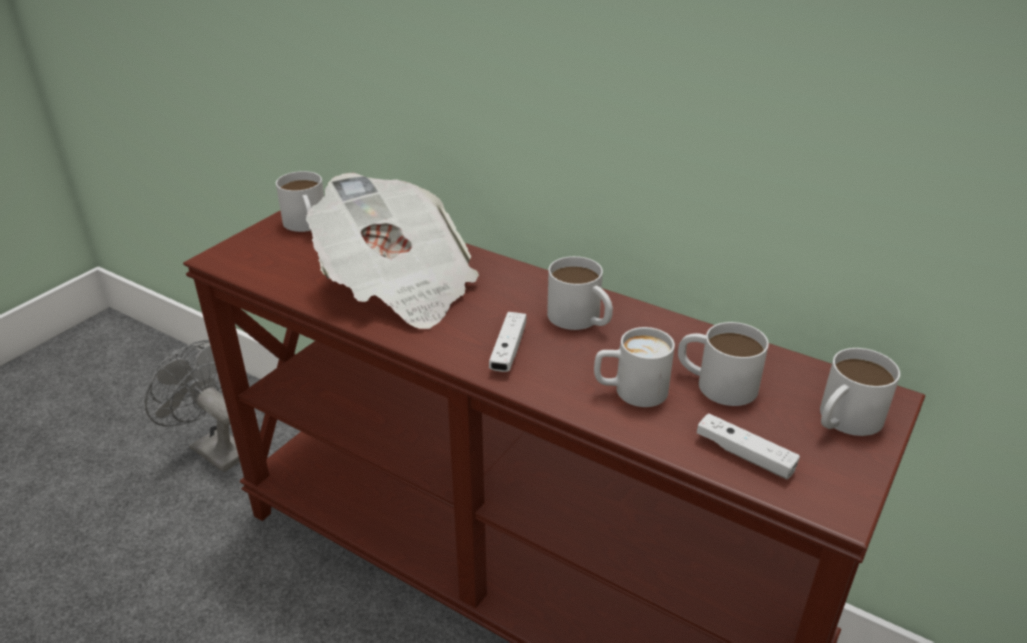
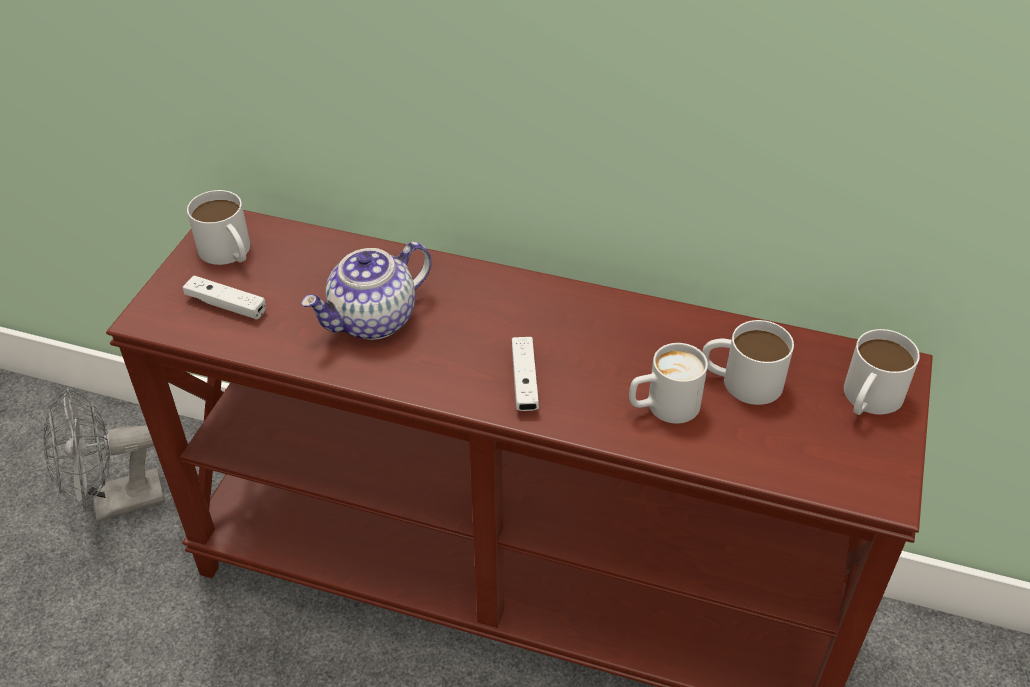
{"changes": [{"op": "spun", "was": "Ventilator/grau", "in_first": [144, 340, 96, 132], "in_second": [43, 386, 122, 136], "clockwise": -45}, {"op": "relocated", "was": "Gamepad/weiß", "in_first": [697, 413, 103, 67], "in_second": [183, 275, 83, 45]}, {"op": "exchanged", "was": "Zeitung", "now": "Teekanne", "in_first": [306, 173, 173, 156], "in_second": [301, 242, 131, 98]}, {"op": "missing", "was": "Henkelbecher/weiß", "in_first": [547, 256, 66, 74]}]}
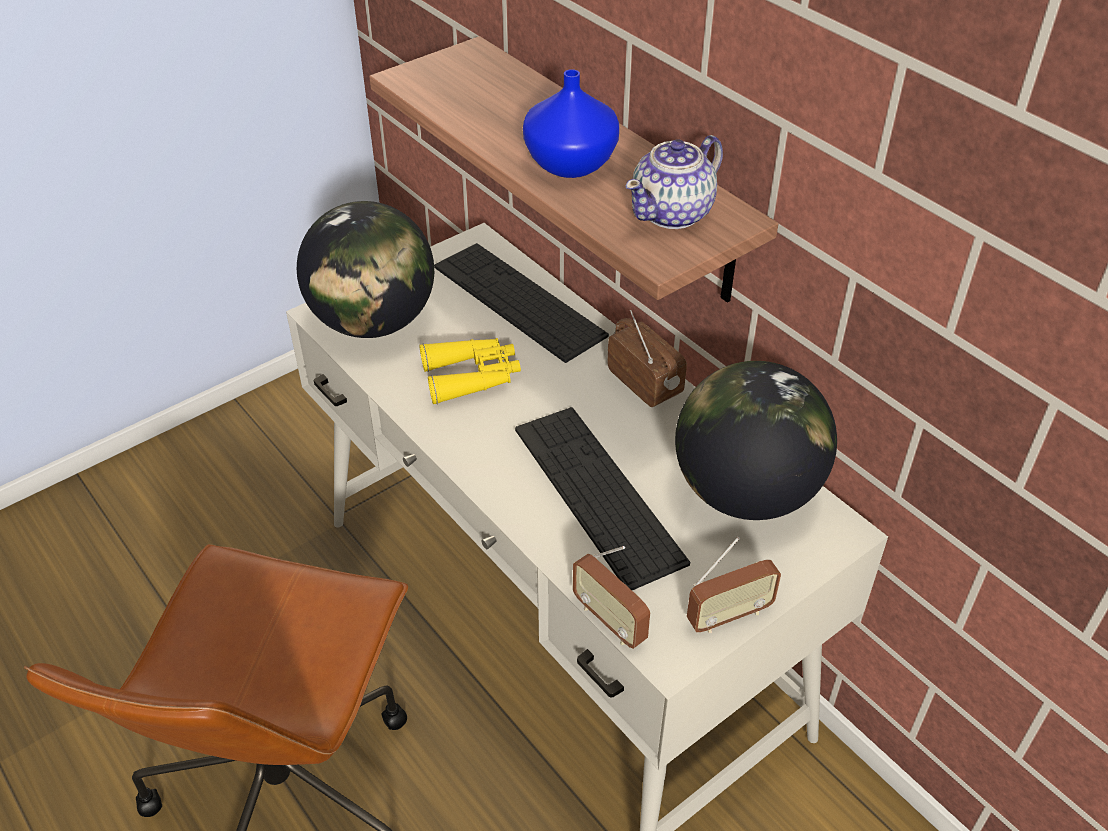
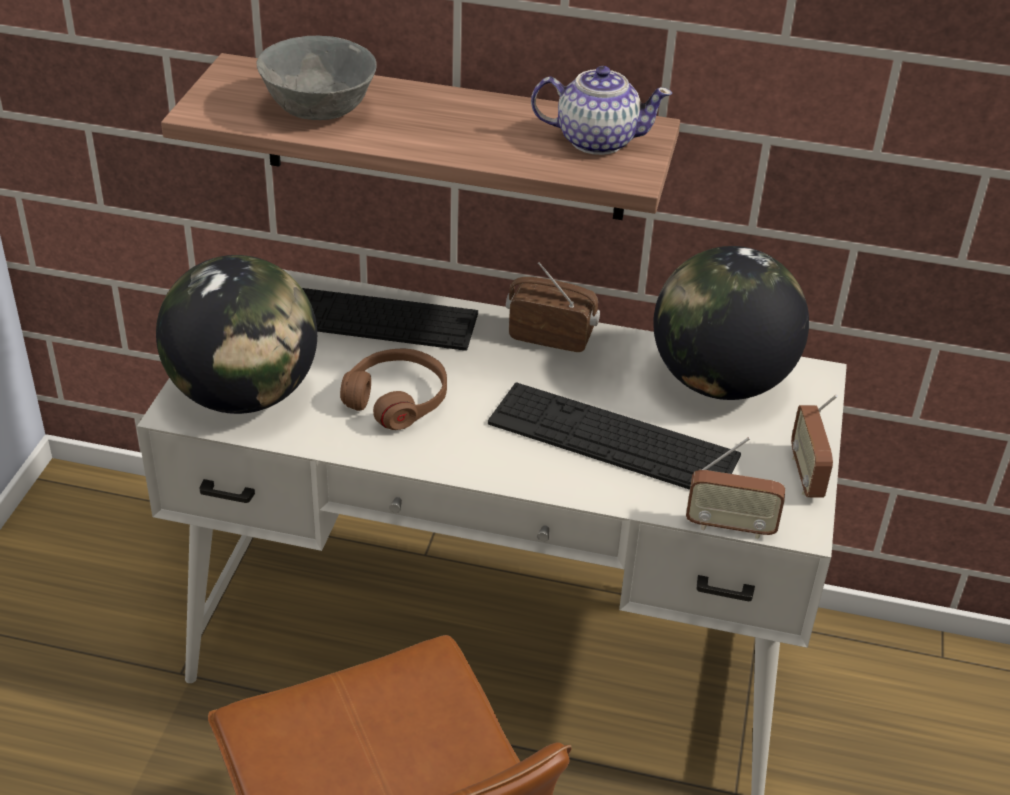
{"changes": [{"op": "appeared", "now": "Schüssel/grau", "in_second": [257, 36, 120, 84]}, {"op": "exchanged", "was": "Fernglas/gelb", "now": "Kopfhörer/braun", "in_first": [419, 338, 102, 66], "in_second": [340, 349, 107, 81]}, {"op": "spun", "was": "Teekanne", "in_first": [626, 135, 97, 94], "in_second": [531, 66, 141, 89], "clockwise": -90}, {"op": "spun", "was": "Radio", "in_first": [687, 537, 94, 96], "in_second": [791, 395, 47, 102], "clockwise": 150}, {"op": "missing", "was": "Vase/blau", "in_first": [523, 69, 96, 109]}]}
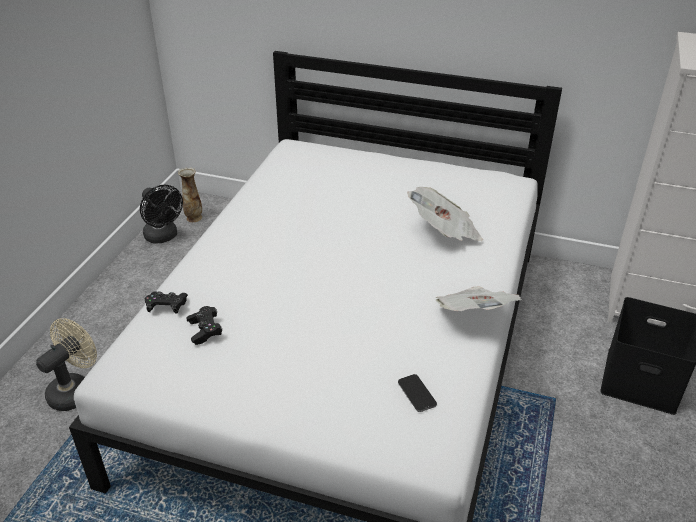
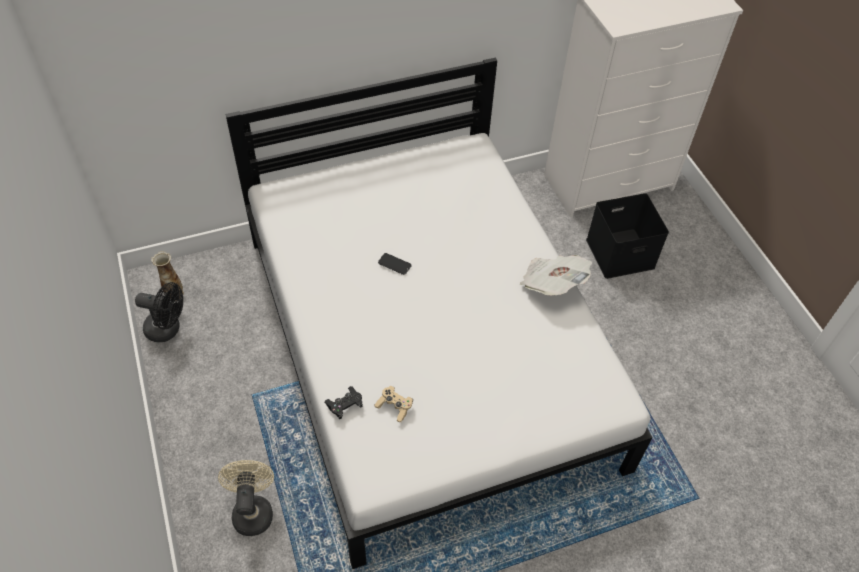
{"changes": [{"op": "colour", "was": "Gamepad/schwarz", "now": "Gamepad/beige", "in_first": [186, 306, 36, 39], "in_second": [374, 386, 39, 36]}, {"op": "relocated", "was": "Handy", "in_first": [398, 374, 39, 38], "in_second": [378, 253, 34, 22]}, {"op": "missing", "was": "Zeitung", "in_first": [407, 187, 76, 54]}]}
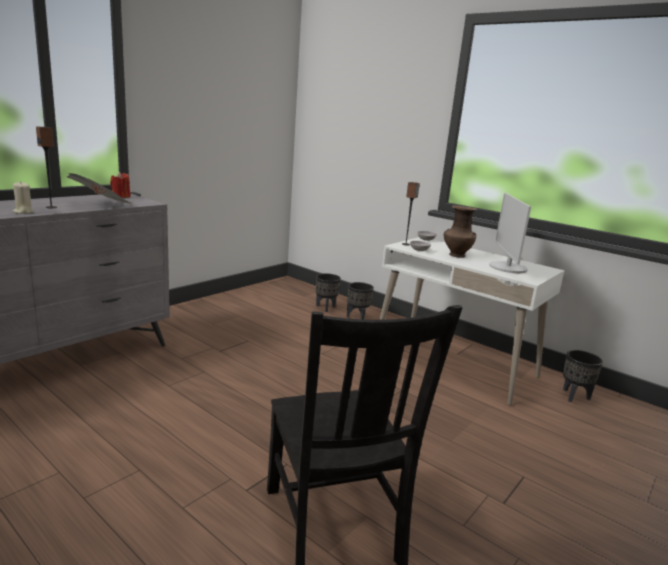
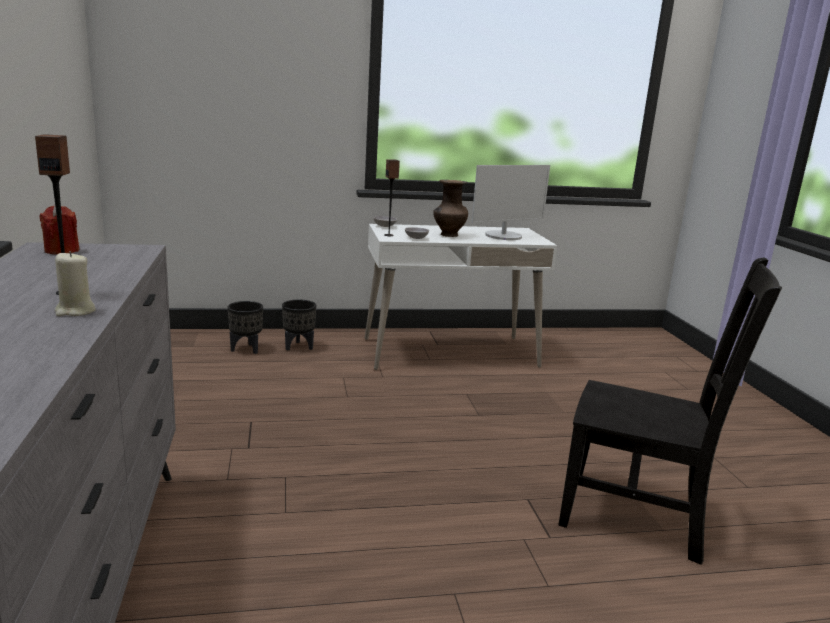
{"changes": [{"op": "spun", "was": "Monitor", "in_first": [489, 193, 42, 80], "in_second": [472, 165, 78, 75], "clockwise": -75}, {"op": "missing", "was": "Zeitung", "in_first": [67, 173, 64, 30]}, {"op": "missing", "was": "Pflanzkübel/schwarz", "in_first": [563, 350, 40, 52]}]}
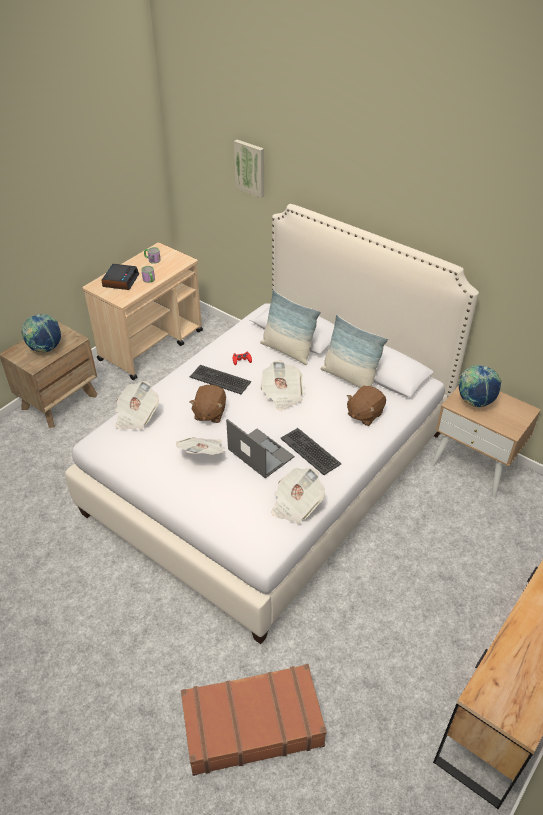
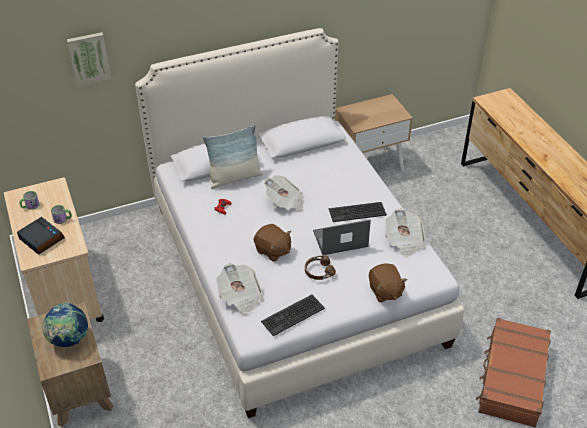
{"changes": [{"op": "relocated", "was": "Tastatur", "in_first": [190, 365, 61, 29], "in_second": [261, 294, 64, 42]}, {"op": "exchanged", "was": "Zeitung", "now": "Kopfhörer/braun", "in_first": [176, 437, 49, 18], "in_second": [305, 255, 31, 25]}, {"op": "relocated", "was": "Plüschtier/braun", "in_first": [347, 386, 39, 40], "in_second": [369, 263, 38, 39]}, {"op": "missing", "was": "Kissen", "in_first": [320, 315, 68, 73]}, {"op": "missing", "was": "Globus", "in_first": [459, 365, 43, 43]}]}
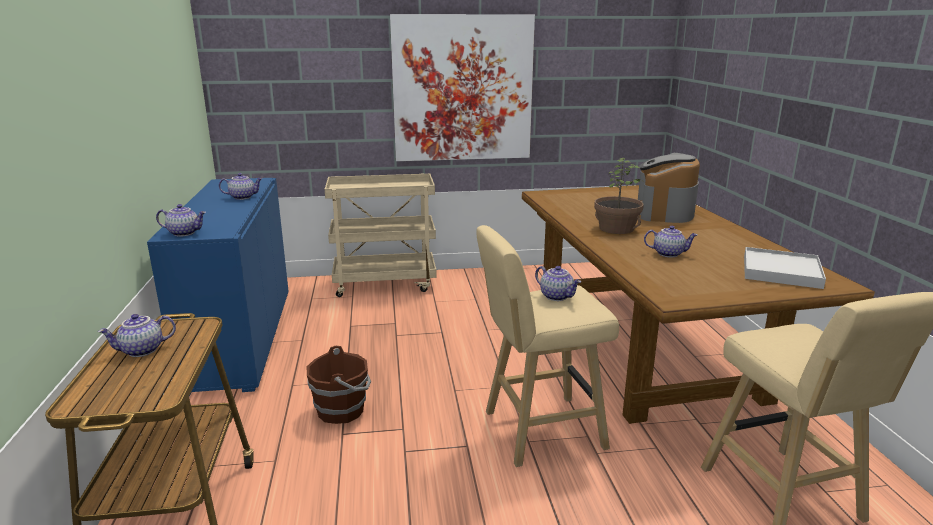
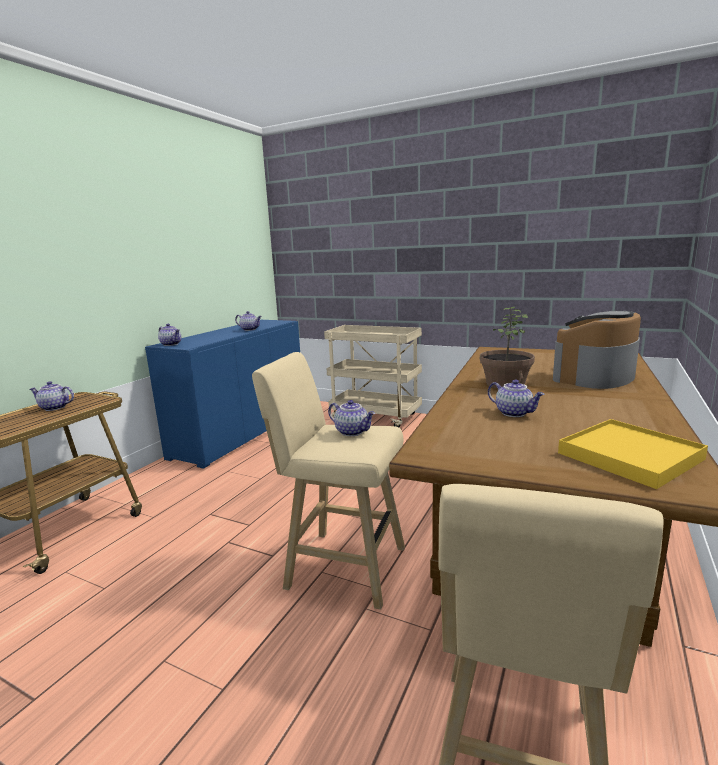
{"changes": [{"op": "spun", "was": "Teekanne", "in_first": [535, 266, 46, 35], "in_second": [328, 400, 47, 36], "clockwise": -45}, {"op": "colour", "was": "Tablett/weiß", "now": "Tablett/gelb", "in_first": [744, 247, 82, 42], "in_second": [558, 419, 150, 70]}, {"op": "missing", "was": "Eimer/braun", "in_first": [307, 346, 64, 78]}, {"op": "missing", "was": "Bild", "in_first": [390, 14, 145, 147]}]}
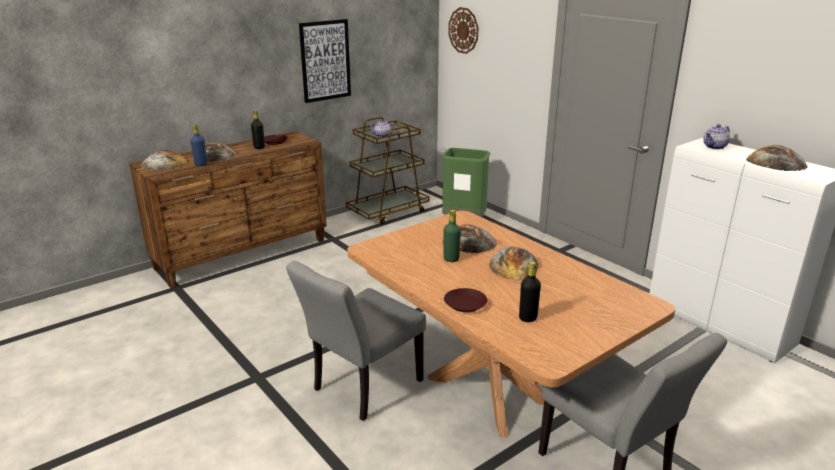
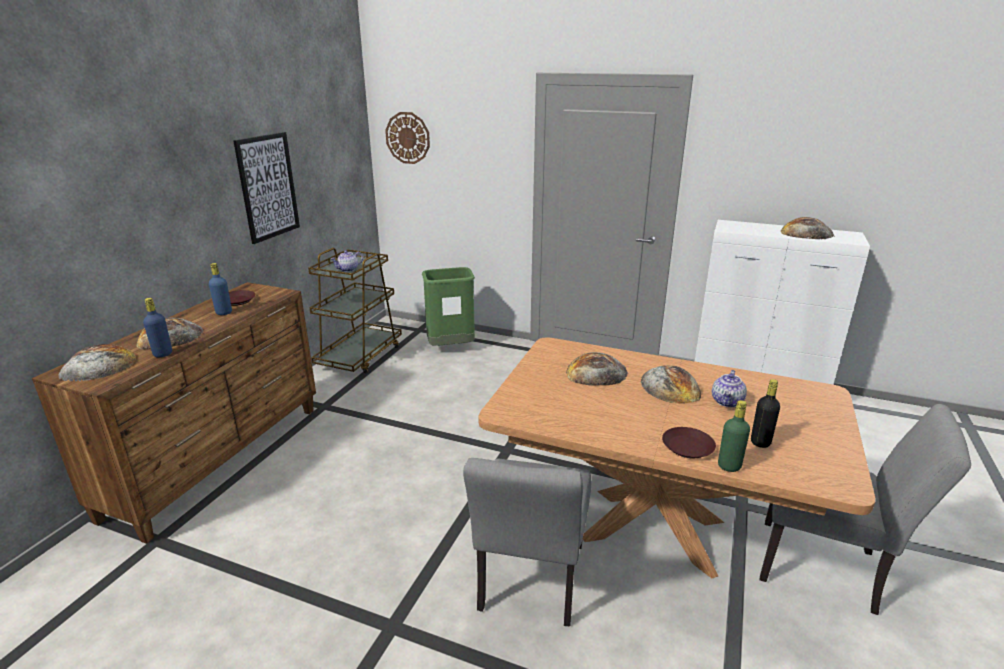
{"changes": [{"op": "colour", "was": "Flasche/schwarz", "now": "Flasche/blau", "in_first": [251, 110, 14, 39], "in_second": [209, 263, 23, 52]}, {"op": "relocated", "was": "Teekanne", "in_first": [703, 124, 27, 26], "in_second": [712, 370, 35, 37]}, {"op": "relocated", "was": "Flasche/grün", "in_first": [444, 210, 17, 52], "in_second": [718, 400, 32, 72]}]}
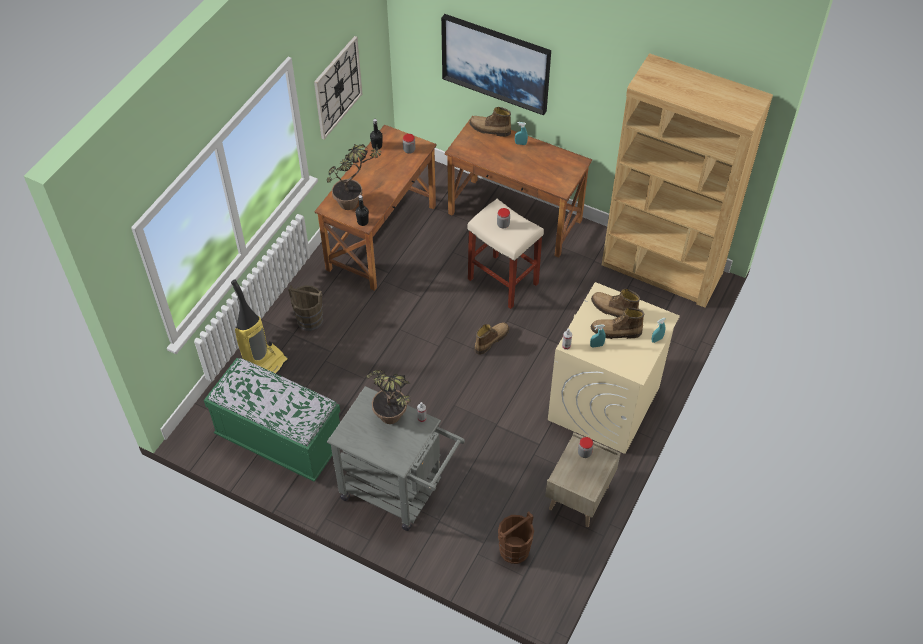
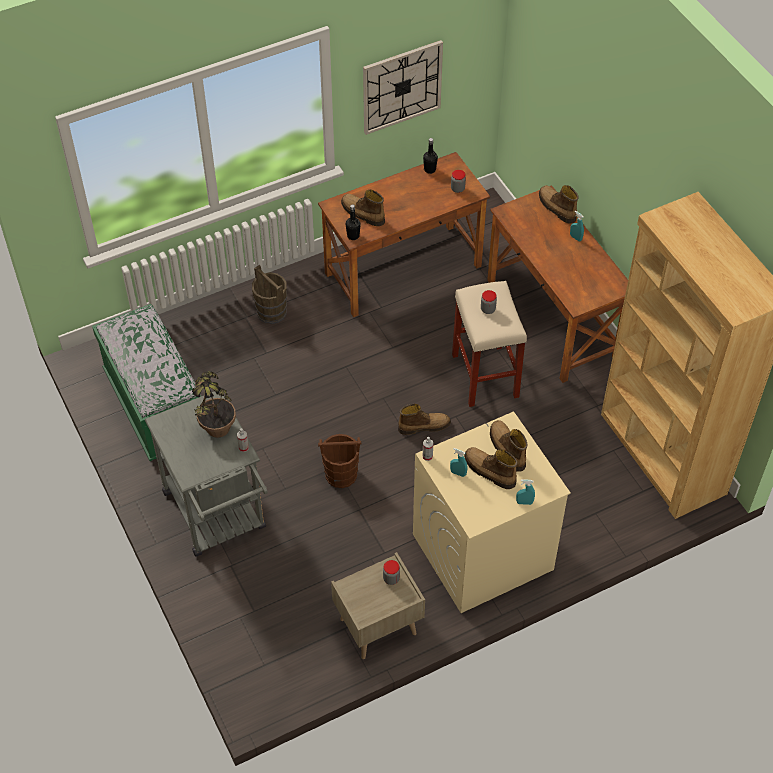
{"changes": [{"op": "relocated", "was": "Eimer/braun", "in_first": [498, 512, 36, 52], "in_second": [318, 434, 43, 54]}, {"op": "exchanged", "was": "Topfpflanze", "now": "Stiefel", "in_first": [327, 144, 54, 66], "in_second": [341, 190, 44, 36]}, {"op": "missing", "was": "Staubsauger", "in_first": [231, 279, 58, 95]}, {"op": "missing", "was": "Bild", "in_first": [441, 14, 110, 101]}]}
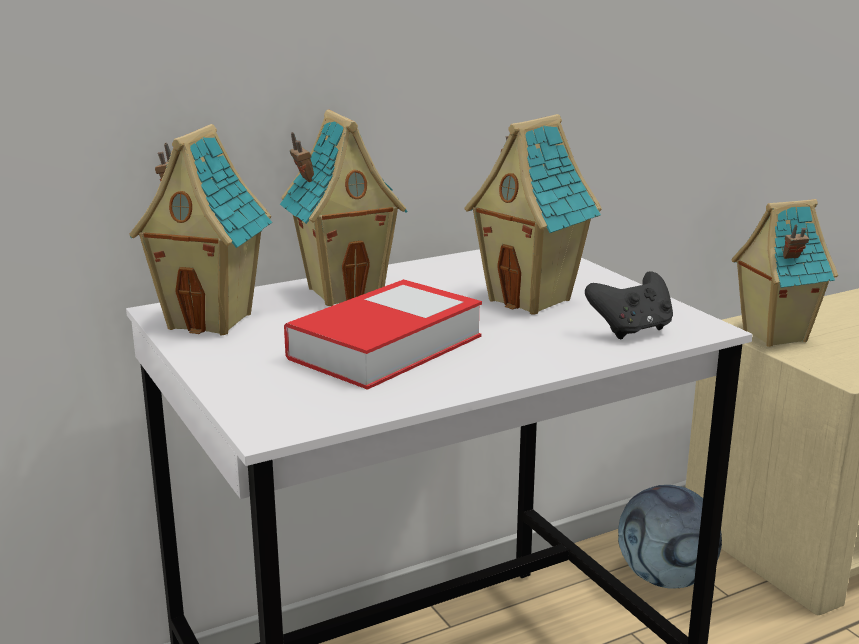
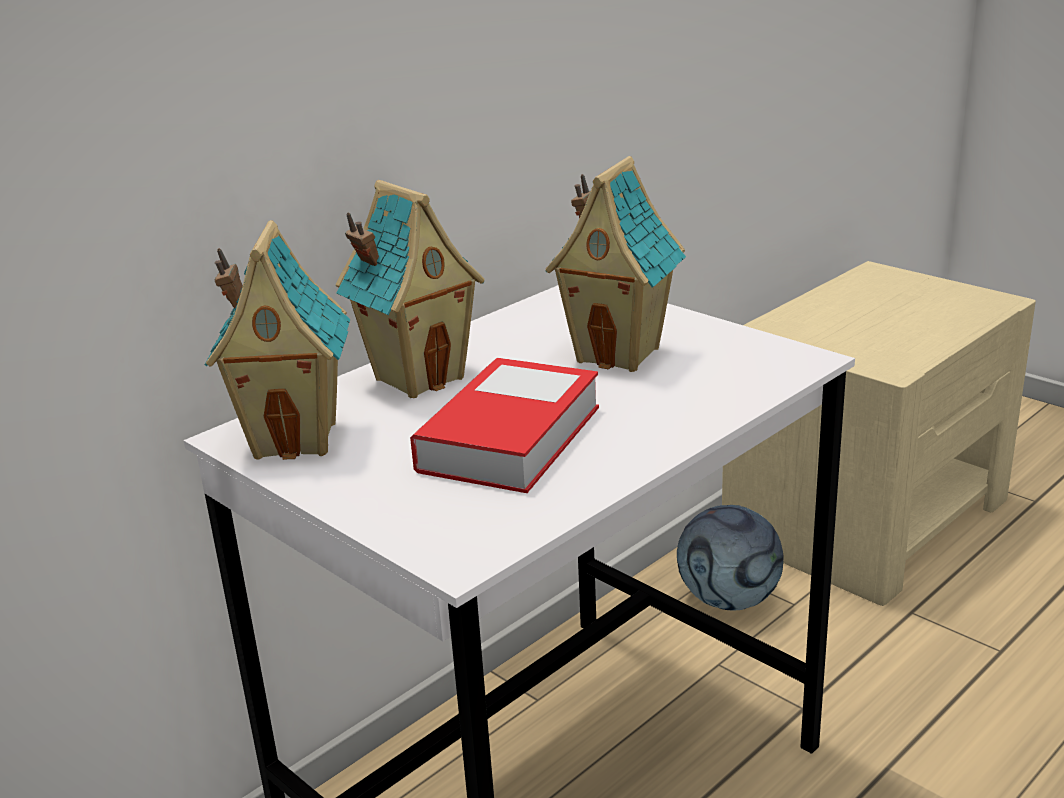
{"changes": [{"op": "missing", "was": "Gamepad/schwarz", "in_first": [585, 271, 88, 68]}, {"op": "missing", "was": "Spielzeughaus", "in_first": [731, 199, 107, 148]}]}
